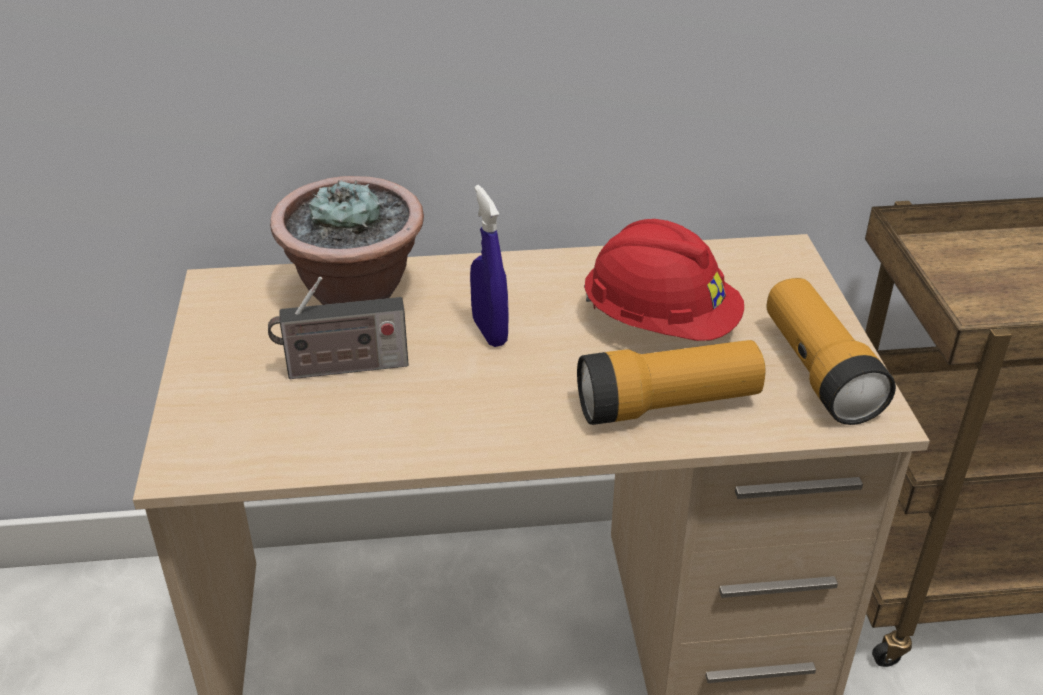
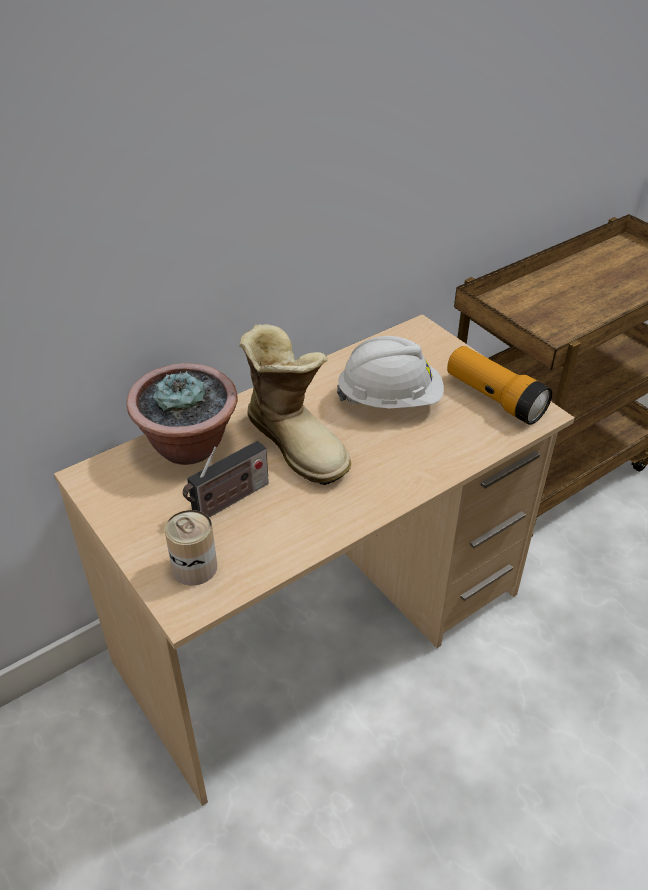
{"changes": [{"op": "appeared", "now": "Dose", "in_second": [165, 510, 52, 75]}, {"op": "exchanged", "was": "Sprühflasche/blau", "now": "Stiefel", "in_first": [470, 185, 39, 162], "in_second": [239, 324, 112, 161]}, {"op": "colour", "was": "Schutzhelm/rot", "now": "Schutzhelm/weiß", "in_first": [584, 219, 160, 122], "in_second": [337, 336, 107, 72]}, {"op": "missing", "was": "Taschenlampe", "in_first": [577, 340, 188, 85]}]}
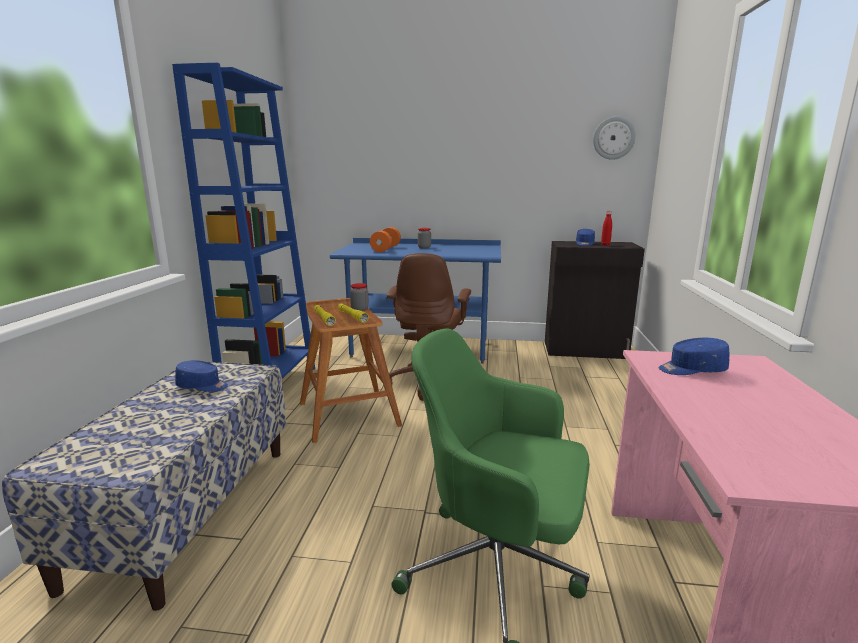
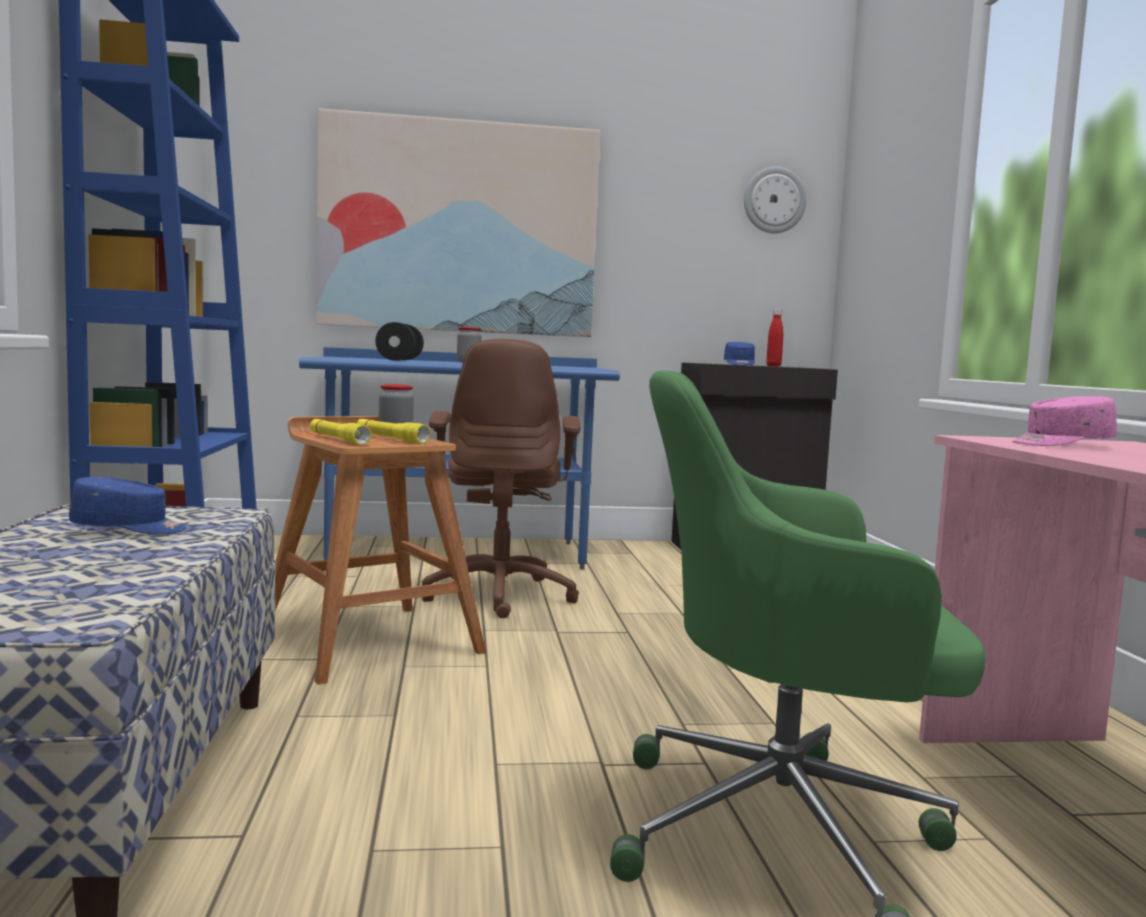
{"changes": [{"op": "appeared", "now": "Bild", "in_second": [316, 108, 284, 229]}, {"op": "colour", "was": "Hantel/orange", "now": "Hantel/schwarz", "in_first": [370, 227, 31, 25], "in_second": [375, 322, 49, 39]}, {"op": "colour", "was": "Kappe/blau", "now": "Kappe/rosa", "in_first": [658, 338, 72, 37], "in_second": [1012, 396, 105, 50]}]}
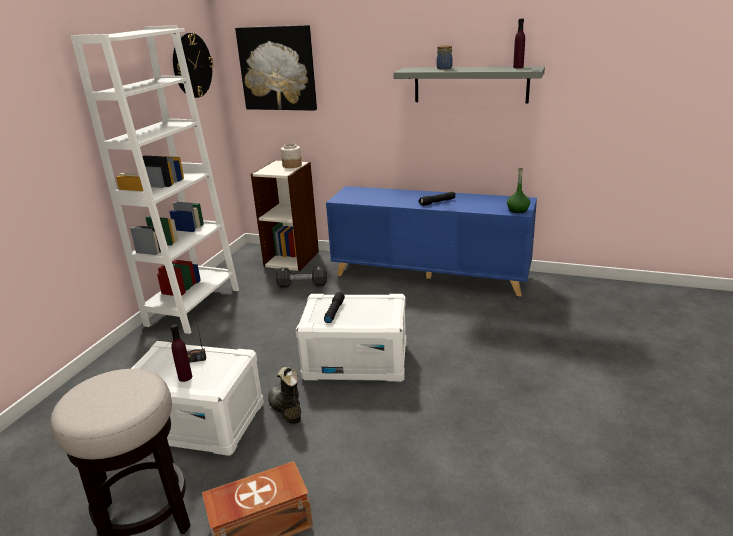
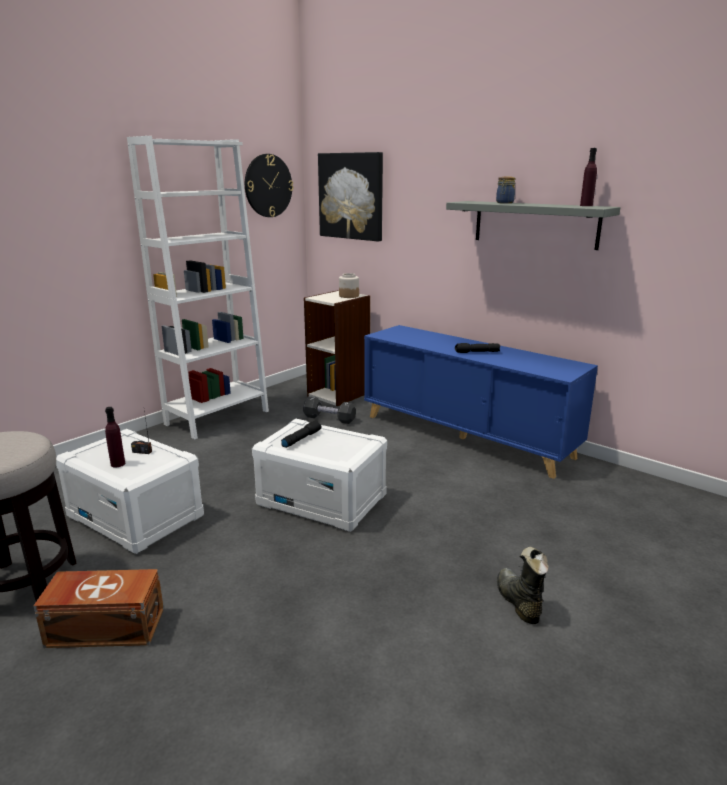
{"changes": [{"op": "relocated", "was": "Stiefel/schwarz", "in_first": [268, 367, 33, 57], "in_second": [497, 546, 51, 78]}, {"op": "missing", "was": "Flasche/grün", "in_first": [507, 168, 23, 45]}]}
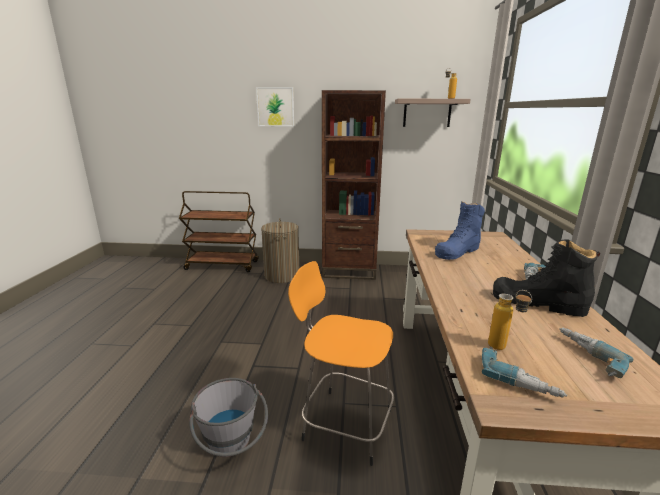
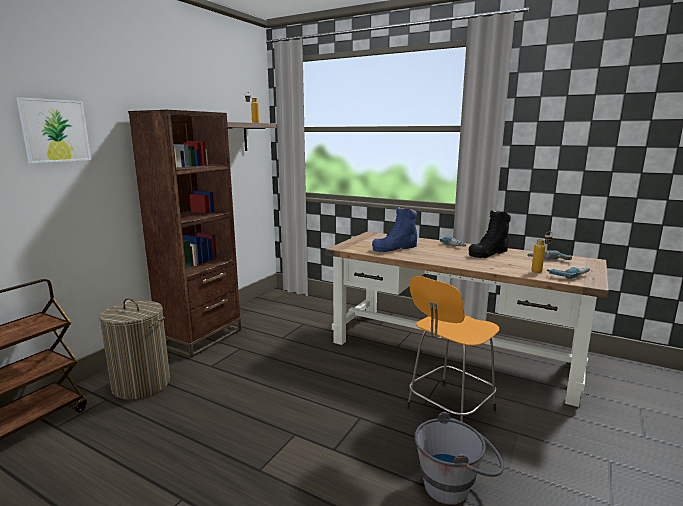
{"changes": [{"op": "spun", "was": "Stiefel/blau", "in_first": [435, 202, 50, 58], "in_second": [372, 207, 45, 45], "clockwise": 75}]}
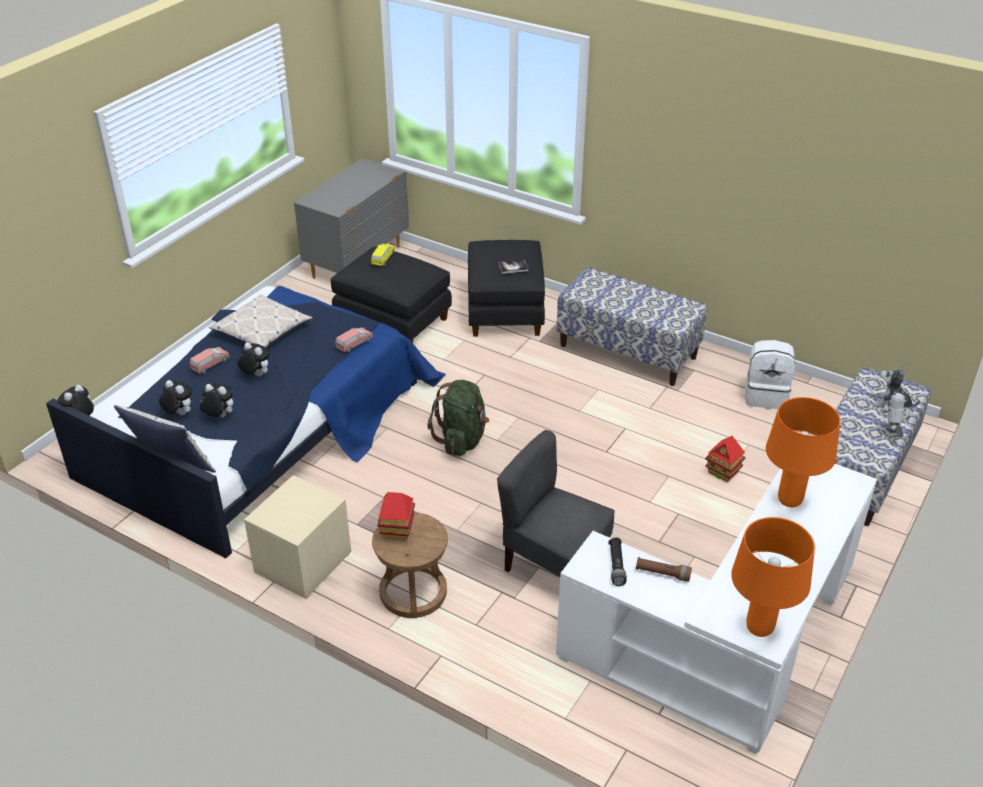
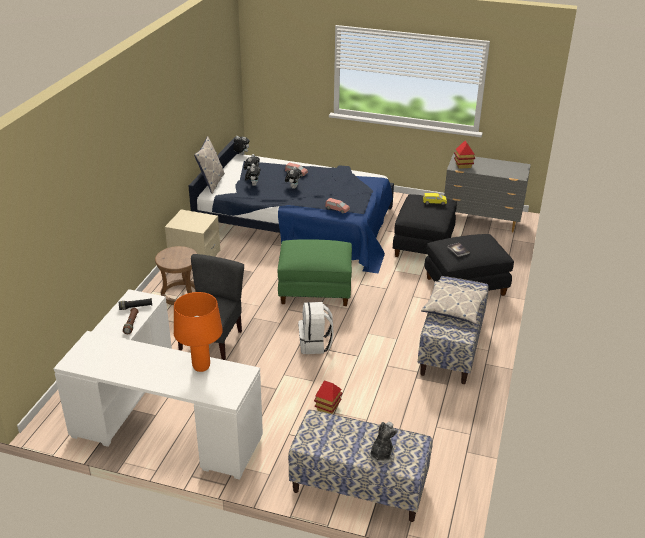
{"changes": [{"op": "exchanged", "was": "Rucksack/grün", "now": "Polsterhocker/grün", "in_first": [428, 380, 61, 76], "in_second": [278, 239, 74, 67]}, {"op": "relocated", "was": "Rucksack/weiß", "in_first": [745, 340, 50, 69], "in_second": [298, 302, 36, 52]}, {"op": "relocated", "was": "Kissen", "in_first": [209, 294, 103, 54], "in_second": [421, 281, 67, 43]}, {"op": "relocated", "was": "Spielzeughaus", "in_first": [377, 492, 38, 49], "in_second": [454, 141, 21, 28]}, {"op": "missing", "was": "Tischlampe/orange", "in_first": [731, 517, 84, 120]}, {"op": "missing", "was": "Spielzeugroboter", "in_first": [881, 391, 29, 47]}]}
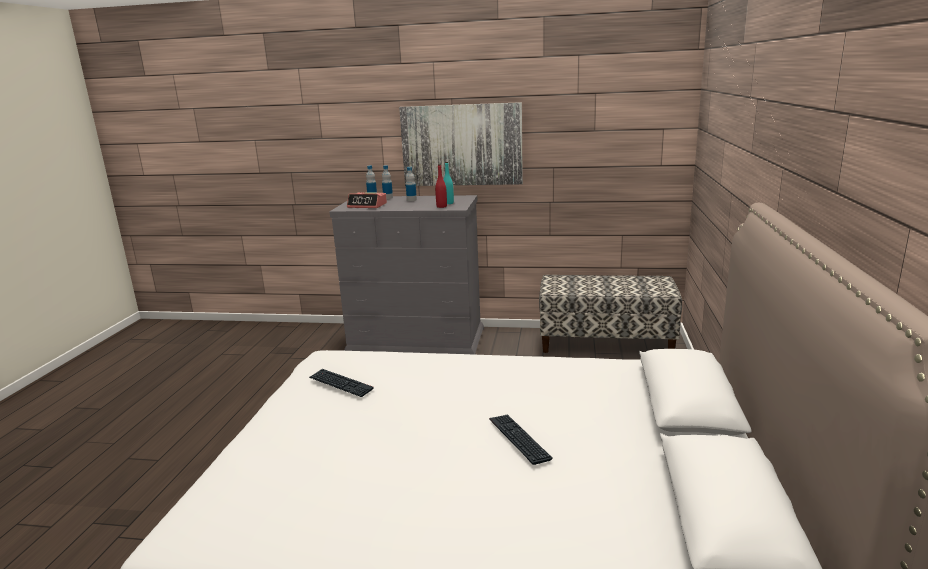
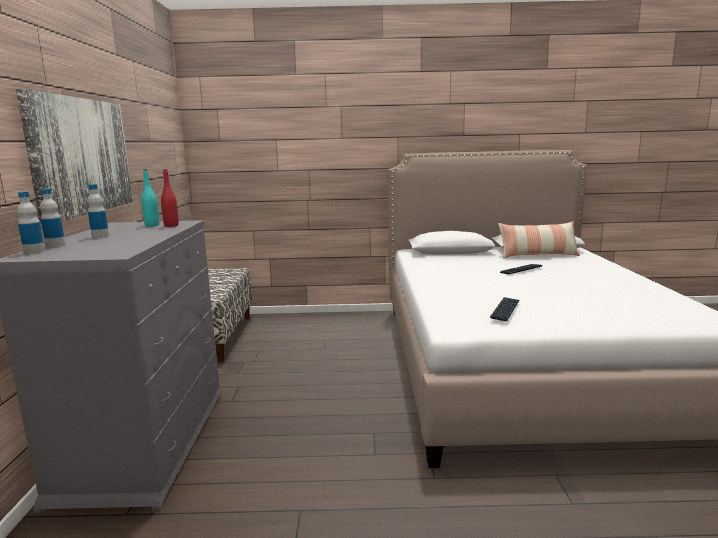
{"changes": [{"op": "appeared", "now": "Kissen", "in_second": [498, 221, 82, 38]}, {"op": "missing", "was": "Wecker", "in_first": [347, 192, 40, 16]}]}
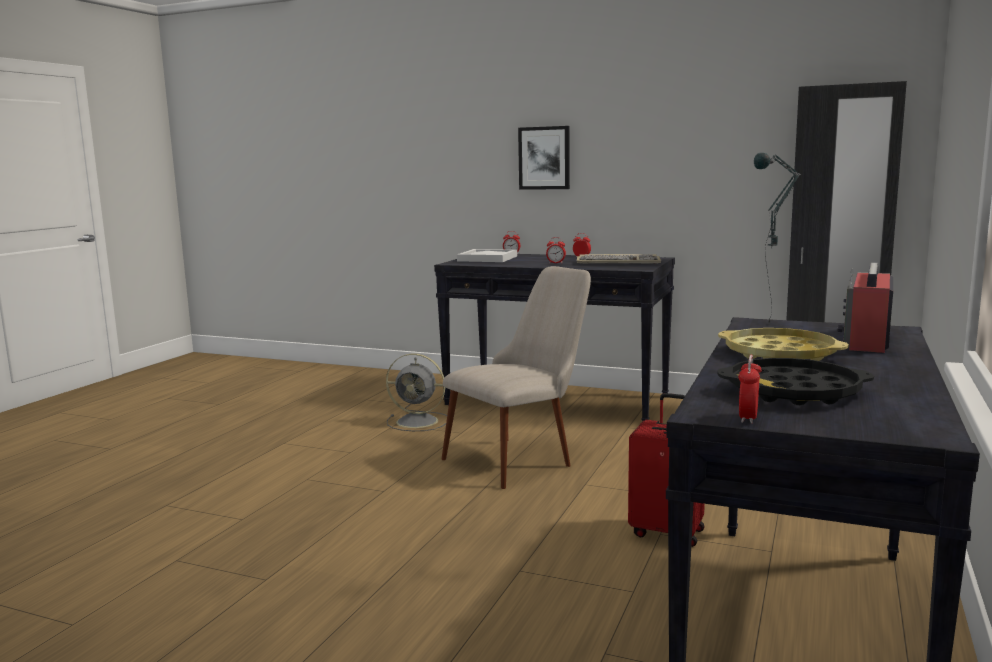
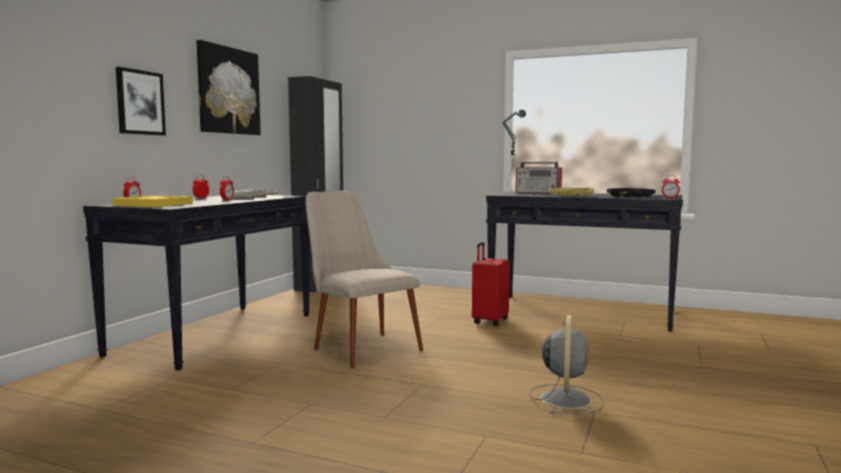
{"changes": [{"op": "colour", "was": "Tablett/weiß", "now": "Tablett/gelb", "in_first": [457, 249, 60, 13], "in_second": [112, 195, 81, 12]}, {"op": "appeared", "now": "Bild", "in_second": [197, 40, 64, 95]}, {"op": "relocated", "was": "Ventilator/grau", "in_first": [386, 353, 61, 78], "in_second": [529, 315, 75, 99]}]}
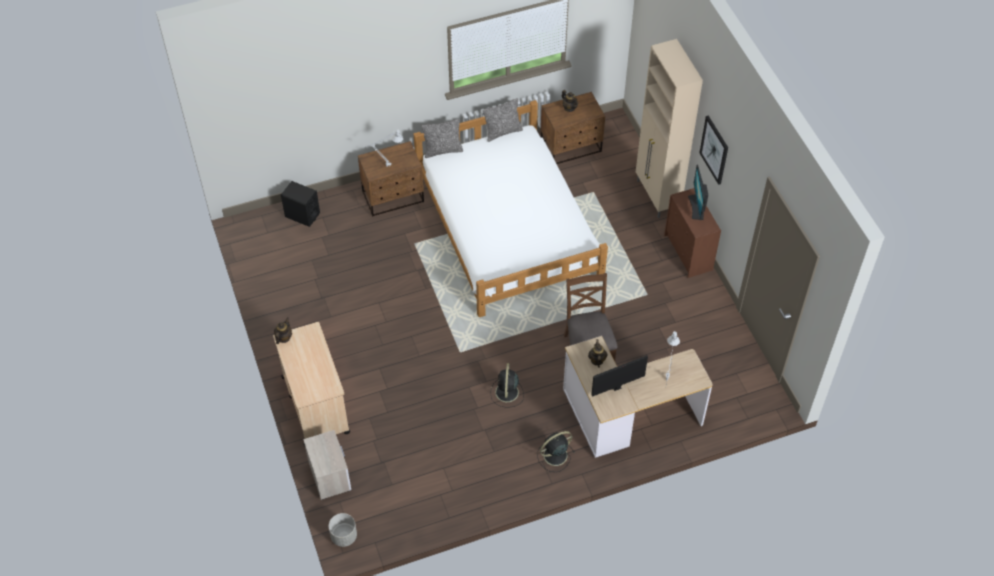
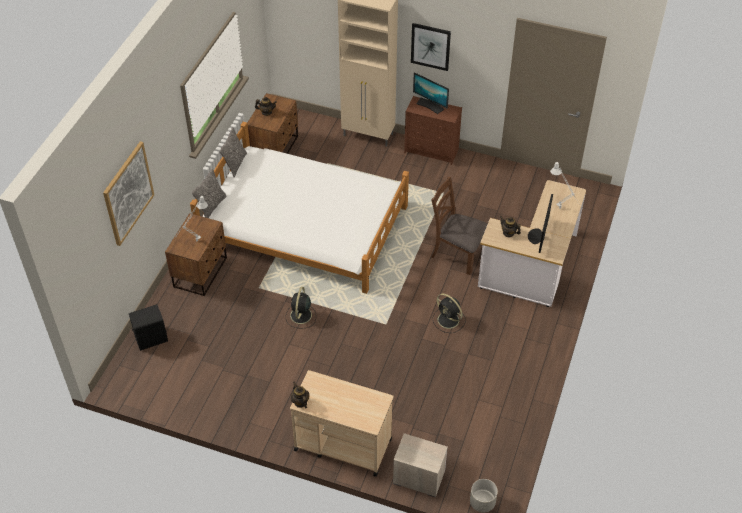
{"changes": [{"op": "appeared", "now": "Bild", "in_second": [103, 141, 51, 105]}, {"op": "relocated", "was": "Ventilator/schwarz", "in_first": [537, 431, 38, 41], "in_second": [286, 287, 30, 42]}]}
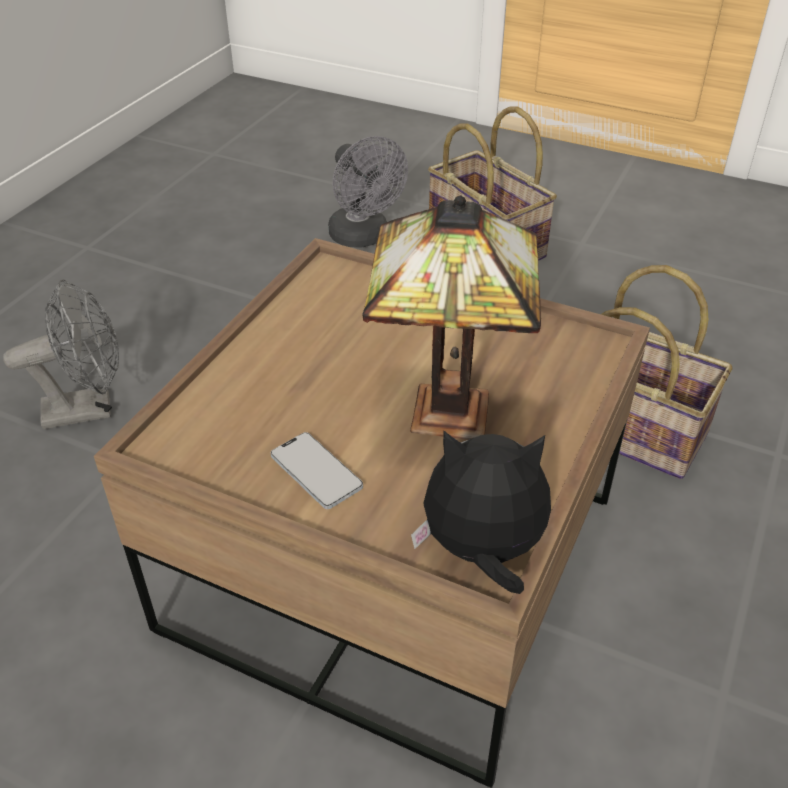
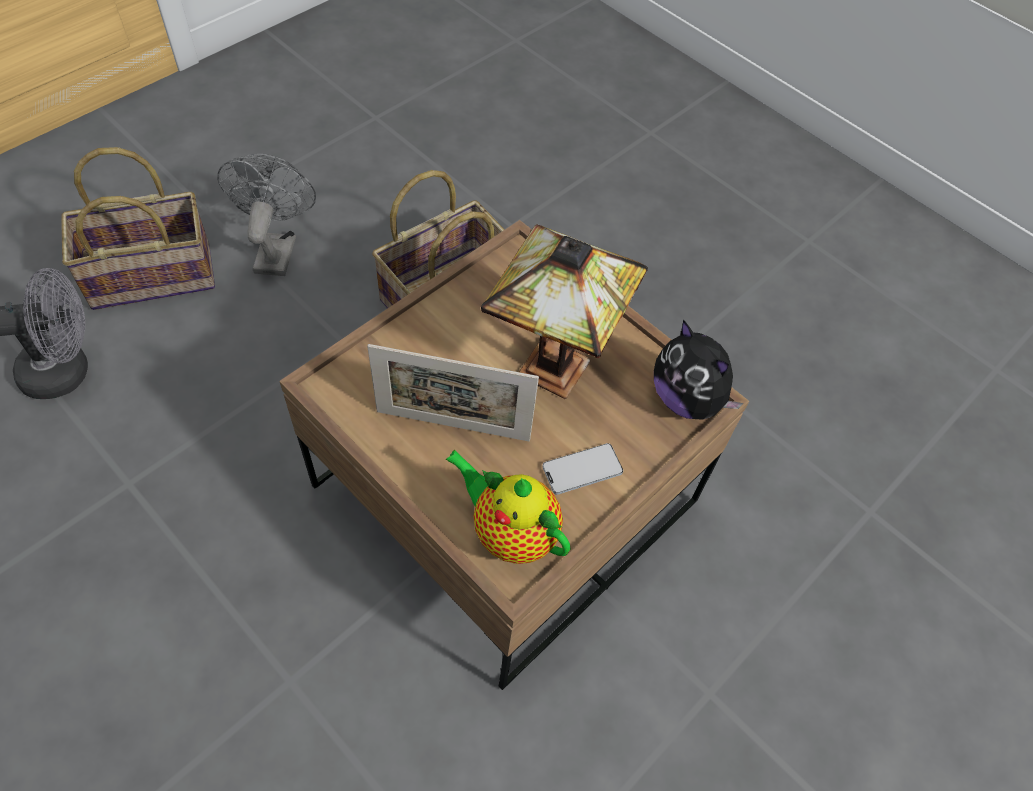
{"changes": [{"op": "relocated", "was": "Ventilator/grau", "in_first": [3, 279, 116, 150], "in_second": [217, 154, 99, 122]}, {"op": "appeared", "now": "Bilderrahmen", "in_second": [367, 344, 172, 97]}, {"op": "appeared", "now": "Teekanne", "in_second": [445, 450, 126, 114]}, {"op": "spun", "was": "Plüschtier", "in_first": [411, 431, 140, 163], "in_second": [654, 320, 90, 100], "clockwise": -60}]}
